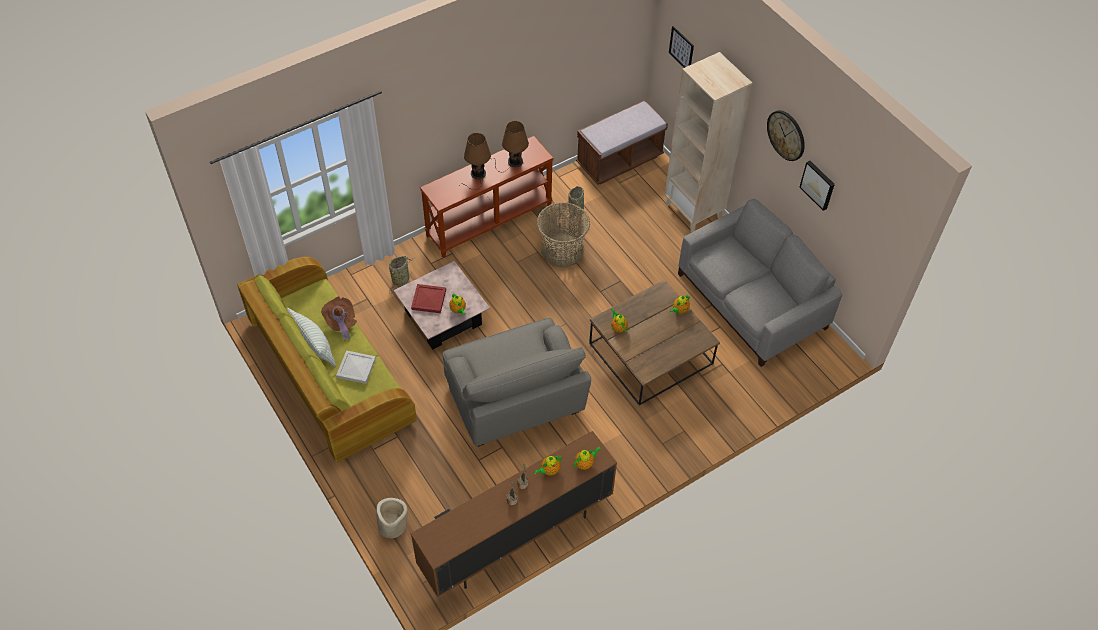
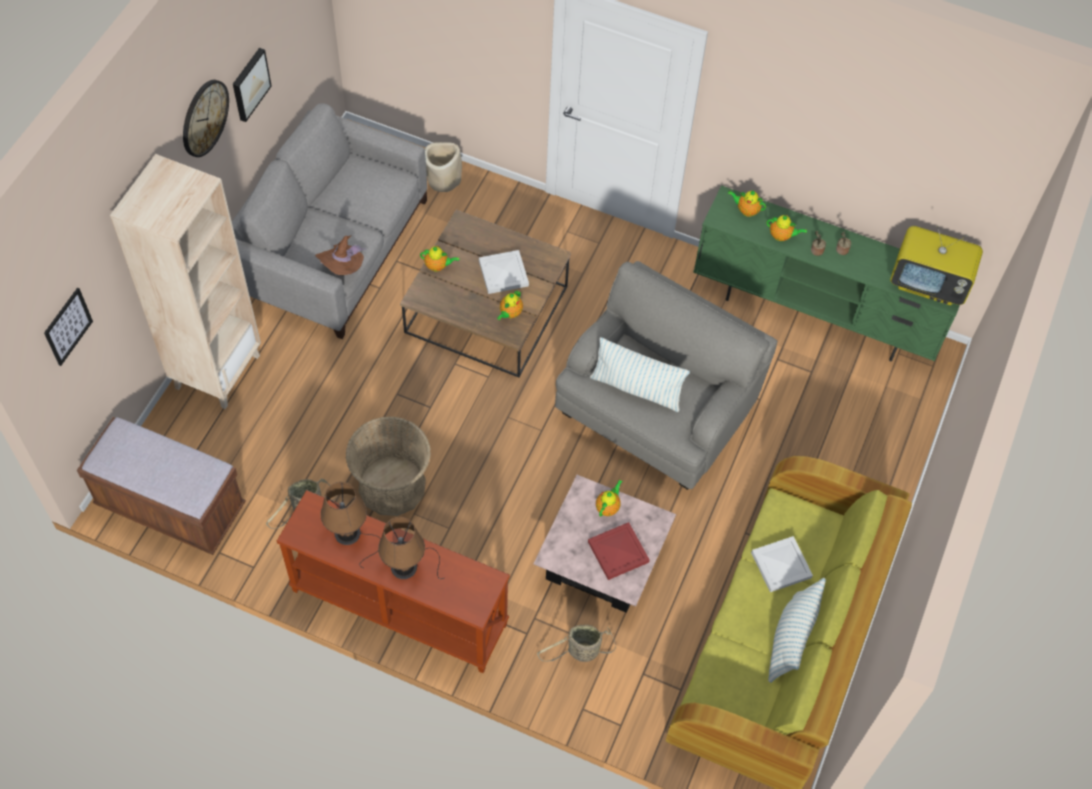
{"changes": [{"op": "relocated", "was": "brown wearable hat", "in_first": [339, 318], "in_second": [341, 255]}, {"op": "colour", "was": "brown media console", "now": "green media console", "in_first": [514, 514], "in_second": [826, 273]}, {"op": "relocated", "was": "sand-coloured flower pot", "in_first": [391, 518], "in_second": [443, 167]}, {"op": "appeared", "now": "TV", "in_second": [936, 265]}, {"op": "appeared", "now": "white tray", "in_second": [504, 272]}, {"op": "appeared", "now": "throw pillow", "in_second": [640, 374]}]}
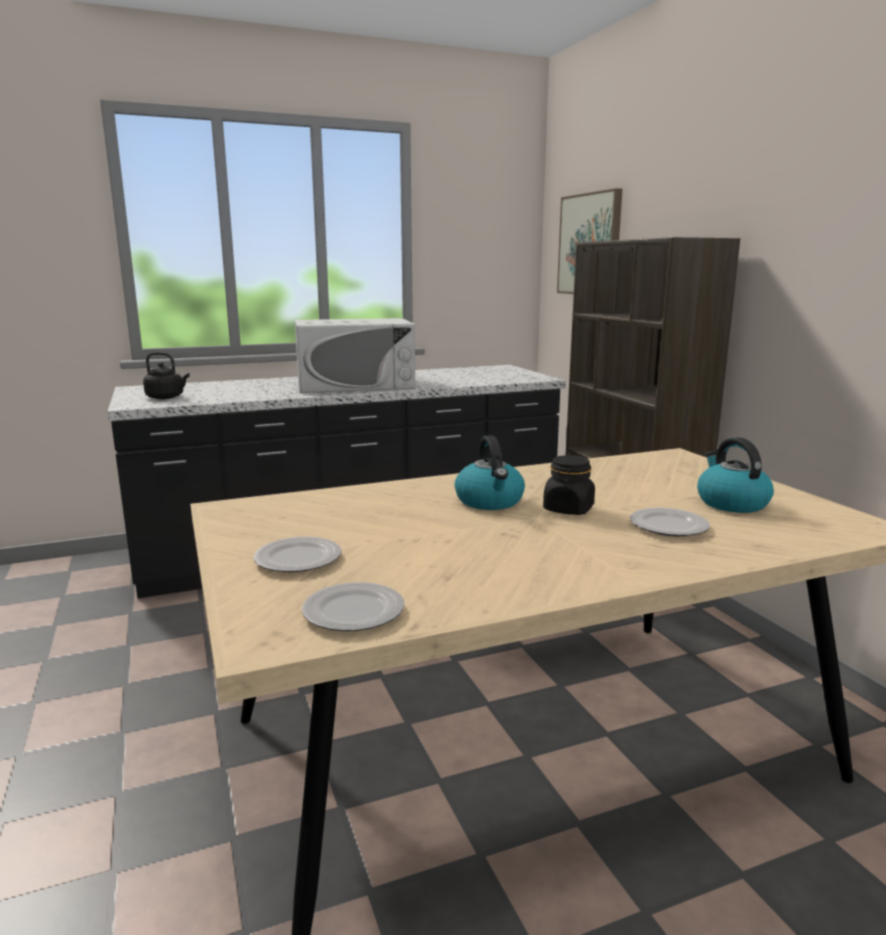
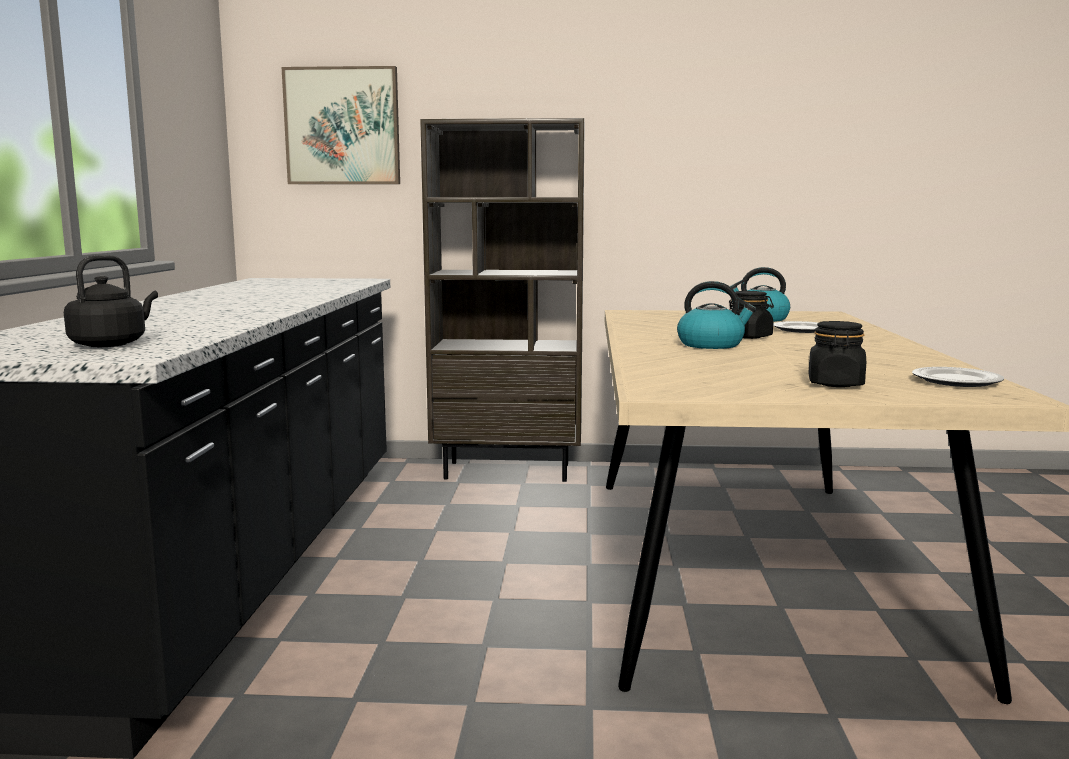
{"changes": [{"op": "missing", "was": "white microwave", "in_first": [355, 355]}, {"op": "exchanged", "was": "dinner plate", "now": "blackish preserve jar", "in_first": [297, 554], "in_second": [837, 354]}]}
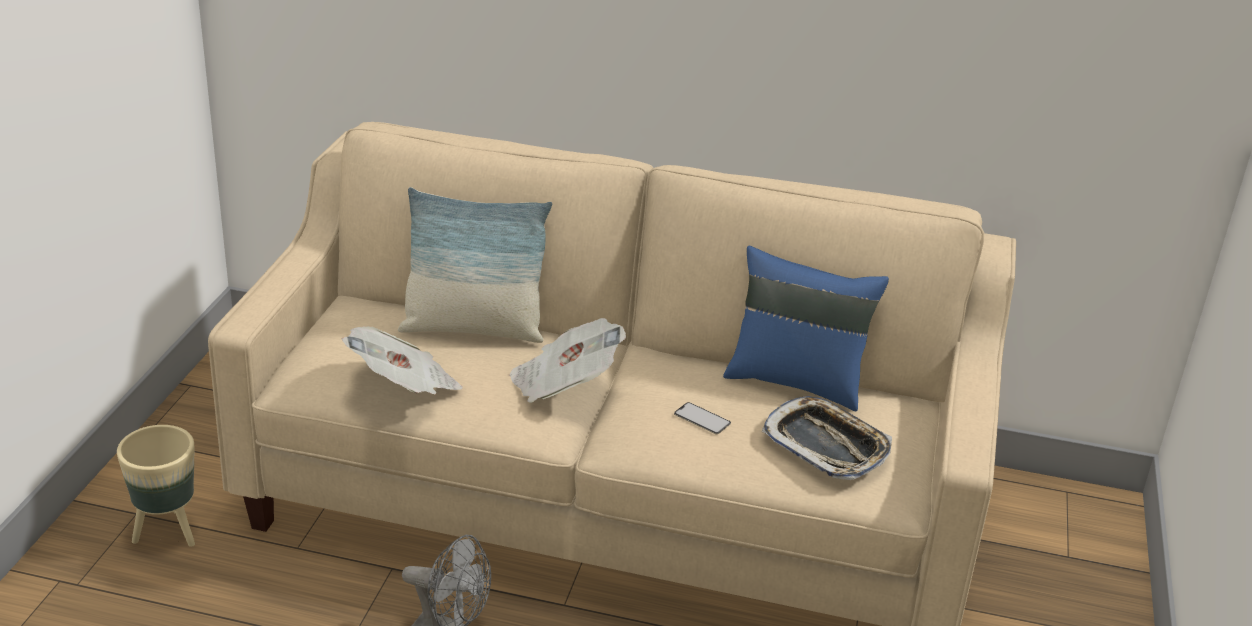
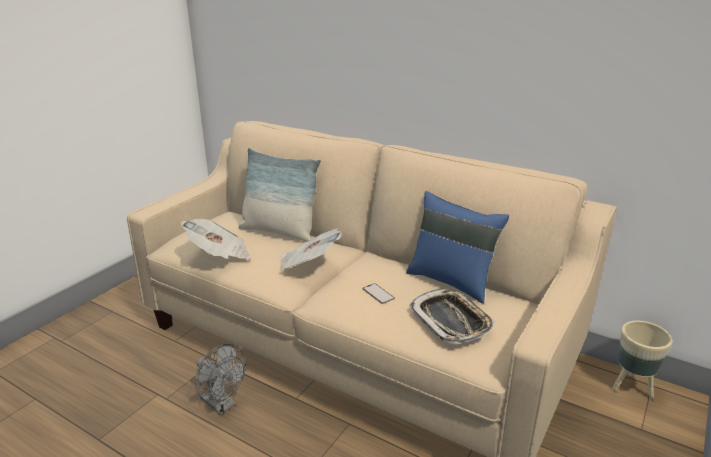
{"changes": [{"op": "relocated", "was": "sand-coloured flower pot", "in_first": [156, 486], "in_second": [642, 360]}]}
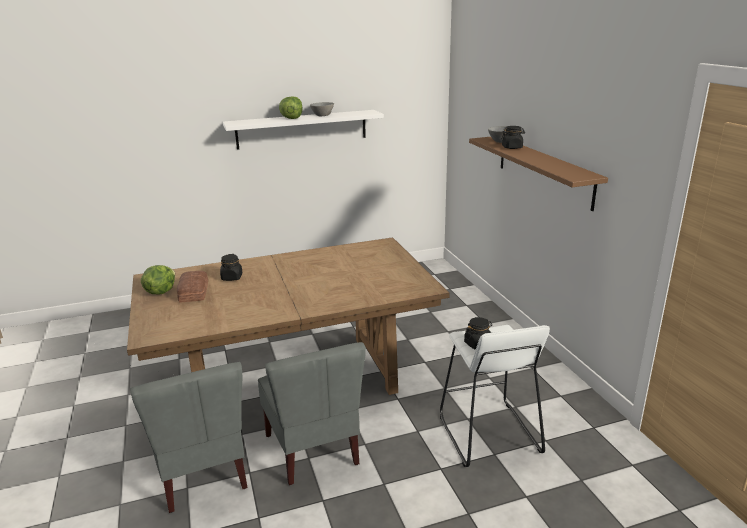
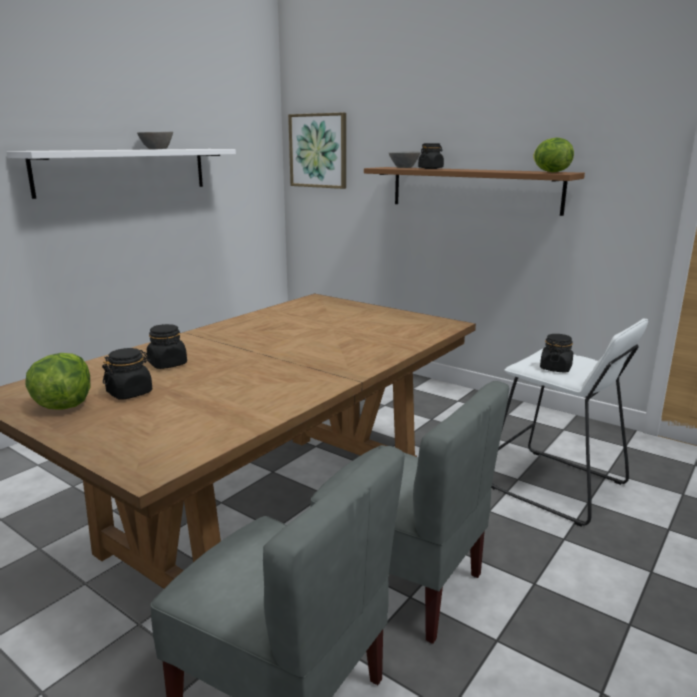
{"changes": [{"op": "relocated", "was": "lettuce head", "in_first": [290, 107], "in_second": [553, 154]}, {"op": "exchanged", "was": "bread", "now": "blackish preserve jar", "in_first": [192, 287], "in_second": [127, 374]}, {"op": "appeared", "now": "picture", "in_second": [317, 150]}]}
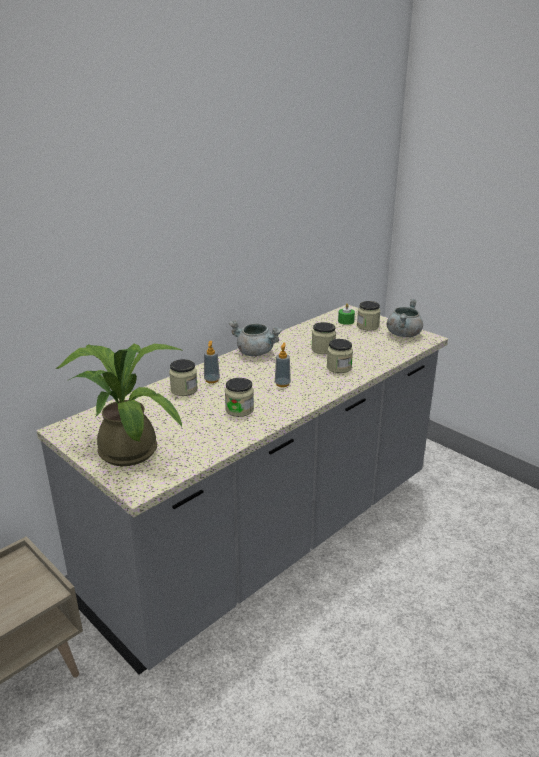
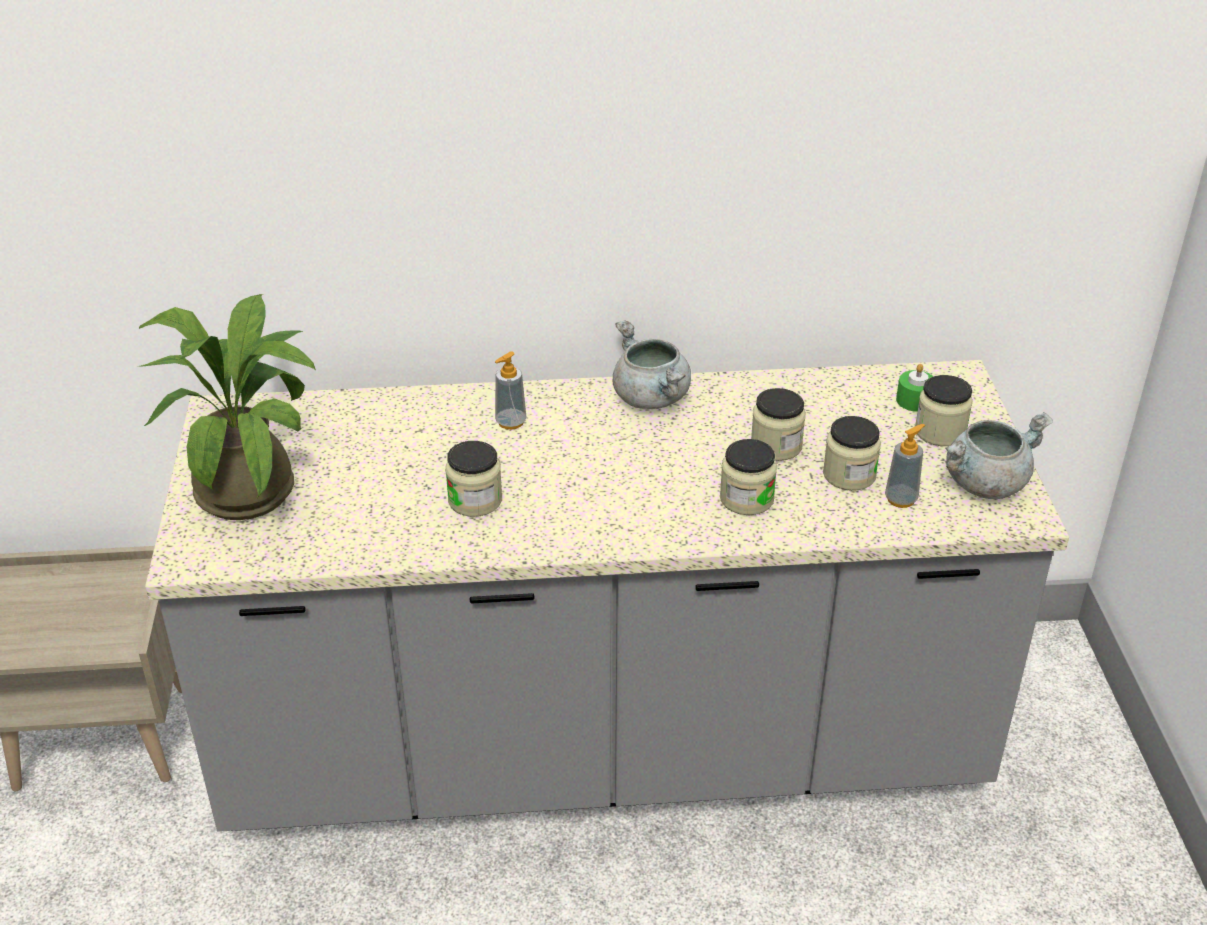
{"changes": [{"op": "relocated", "was": "soap bottle", "in_first": [283, 365], "in_second": [905, 466]}, {"op": "relocated", "was": "preserve jar", "in_first": [183, 377], "in_second": [852, 453]}]}
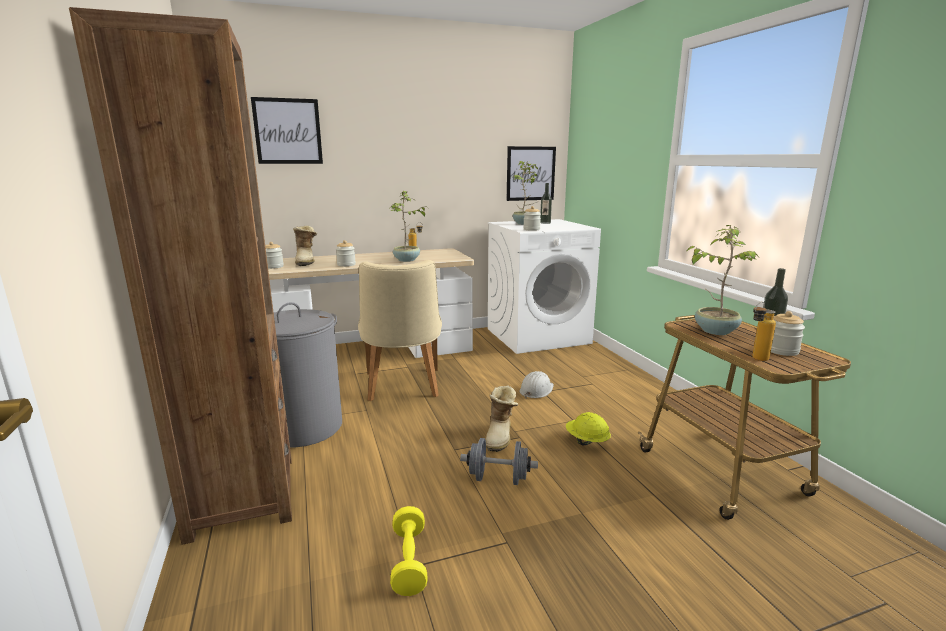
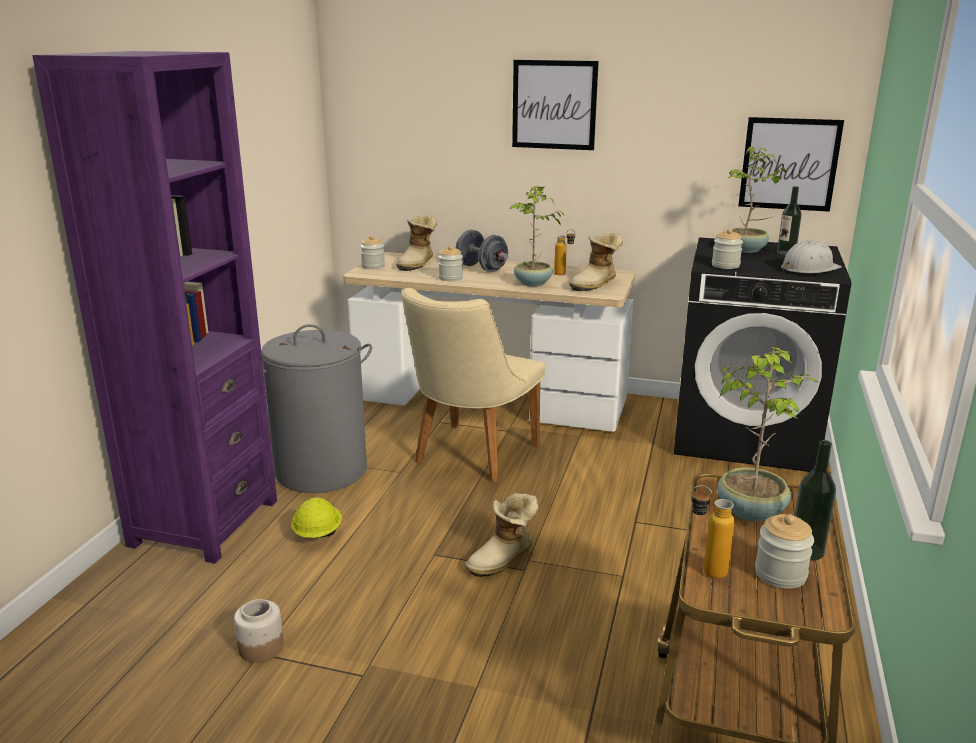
{"changes": [{"op": "colour", "was": "brown bookcase", "now": "purplish bookcase", "in_first": [180, 276], "in_second": [155, 307]}, {"op": "relocated", "was": "picture", "in_first": [287, 130], "in_second": [555, 105]}, {"op": "colour", "was": "white laundry machine", "now": "blackish laundry machine", "in_first": [544, 286], "in_second": [763, 355]}, {"op": "relocated", "was": "white safety helmet", "in_first": [536, 384], "in_second": [811, 256]}, {"op": "relocated", "was": "yellow safety helmet", "in_first": [588, 428], "in_second": [316, 518]}, {"op": "relocated", "was": "greyish dumbbell", "in_first": [499, 461], "in_second": [482, 251]}, {"op": "exchanged", "was": "yellow dumbbell", "now": "preserve jar", "in_first": [409, 551], "in_second": [259, 630]}, {"op": "appeared", "now": "tall boot", "in_second": [596, 262]}]}
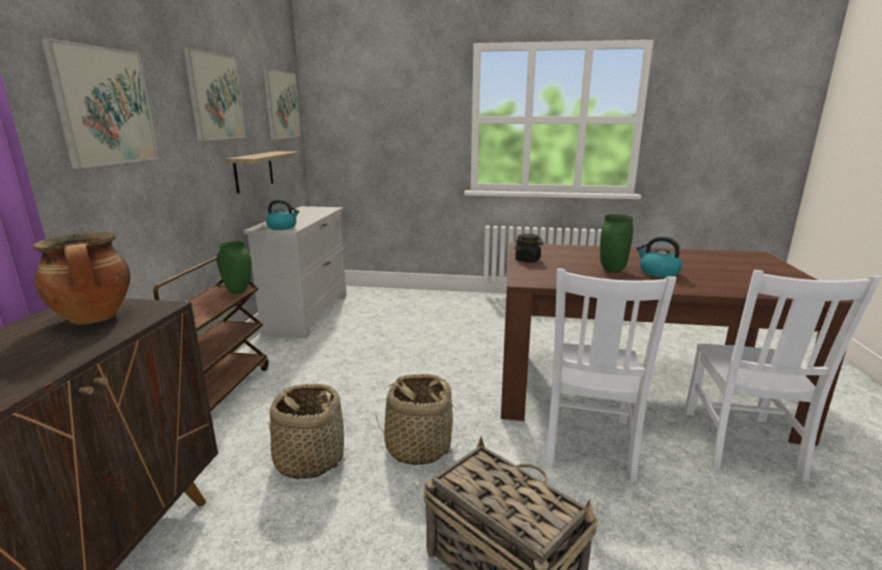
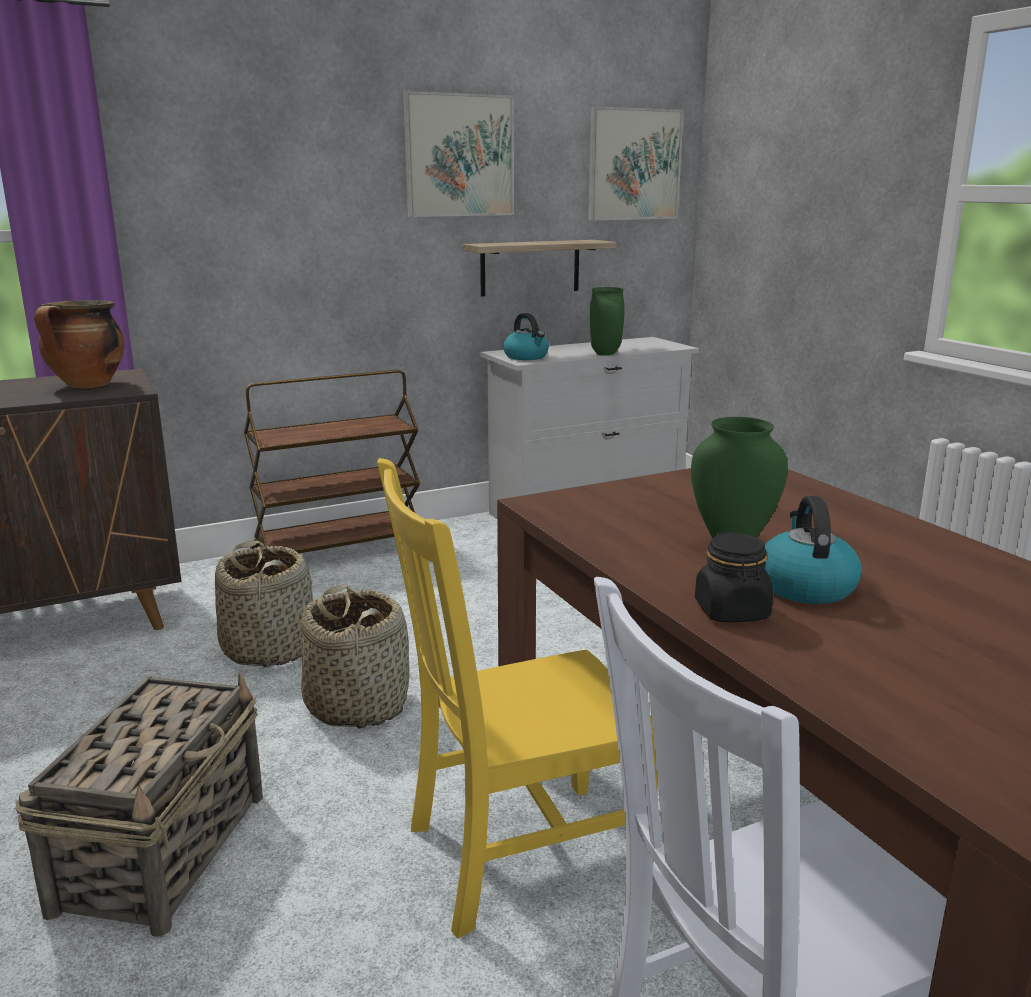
{"changes": [{"op": "missing", "was": "picture", "in_first": [100, 103]}, {"op": "relocated", "was": "blackish preserve jar", "in_first": [529, 248], "in_second": [734, 577]}, {"op": "relocated", "was": "green decorative vase", "in_first": [234, 268], "in_second": [607, 321]}, {"op": "colour", "was": "white upright chair", "now": "yellow upright chair", "in_first": [610, 375], "in_second": [517, 698]}]}
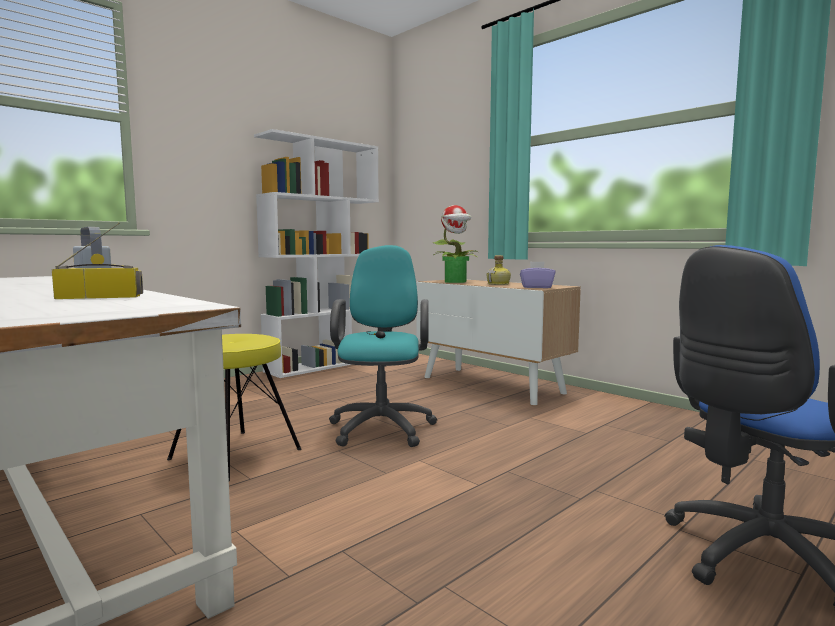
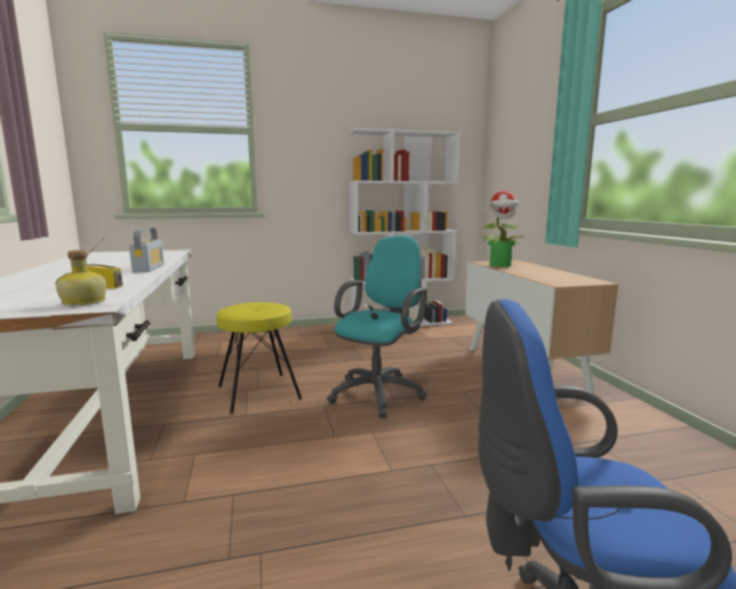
{"changes": [{"op": "relocated", "was": "beverage bottle", "in_first": [499, 270], "in_second": [81, 278]}, {"op": "missing", "was": "purplish box of tissues", "in_first": [537, 274]}]}
